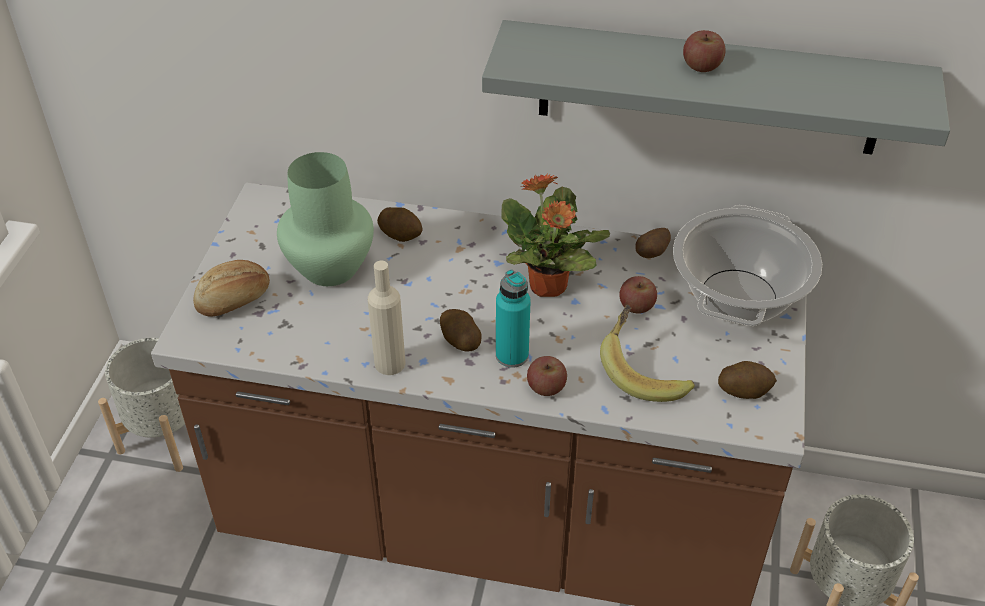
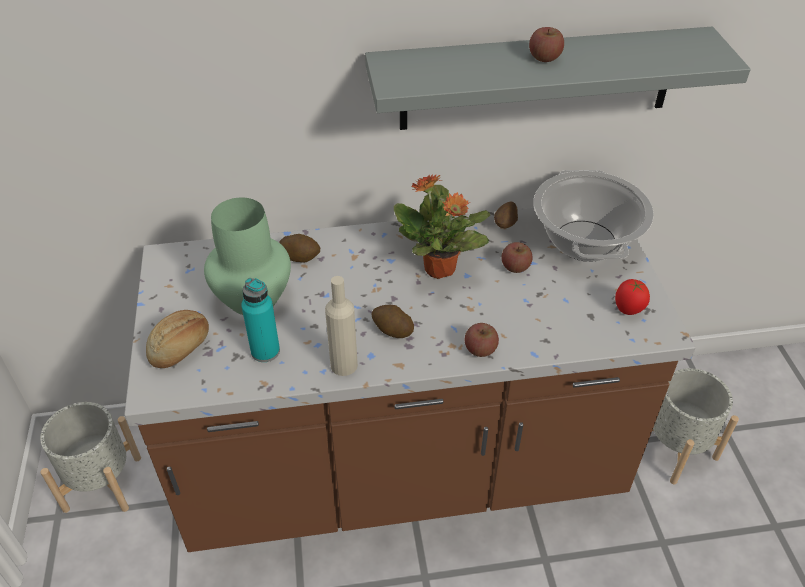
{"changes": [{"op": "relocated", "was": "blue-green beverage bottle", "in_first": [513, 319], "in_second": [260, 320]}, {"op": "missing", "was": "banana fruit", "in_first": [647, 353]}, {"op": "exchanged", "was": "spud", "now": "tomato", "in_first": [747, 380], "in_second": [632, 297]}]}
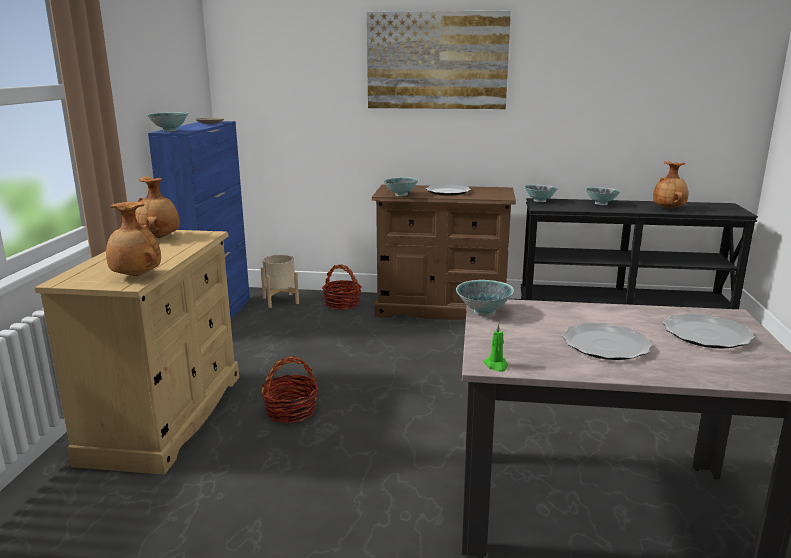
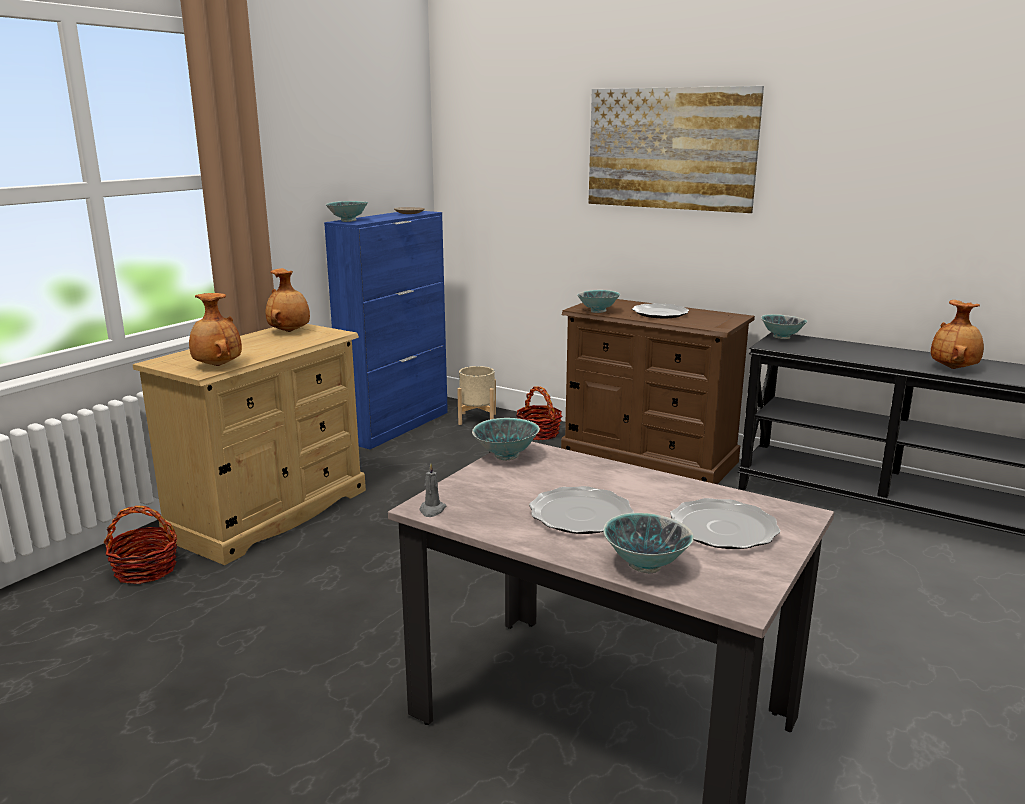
{"changes": [{"op": "relocated", "was": "deep dish", "in_first": [603, 196], "in_second": [648, 543]}, {"op": "colour", "was": "green candle", "now": "greyish candle", "in_first": [495, 347], "in_second": [432, 490]}, {"op": "relocated", "was": "household basket", "in_first": [289, 389], "in_second": [140, 545]}]}
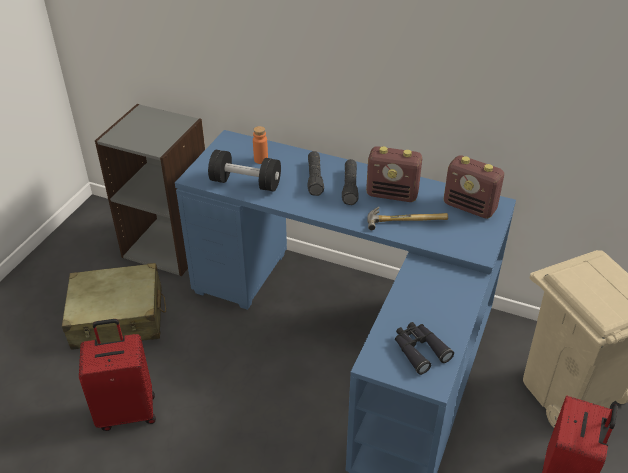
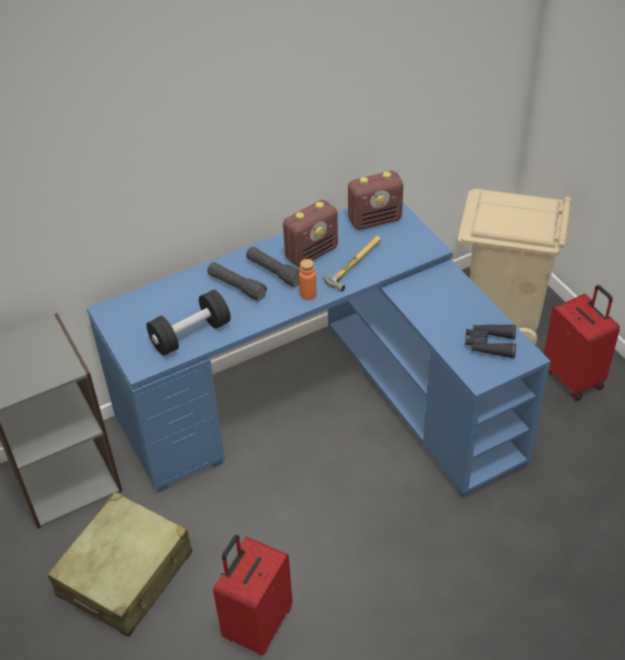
{"changes": [{"op": "relocated", "was": "orange-coloured beverage bottle", "in_first": [260, 145], "in_second": [308, 279]}]}
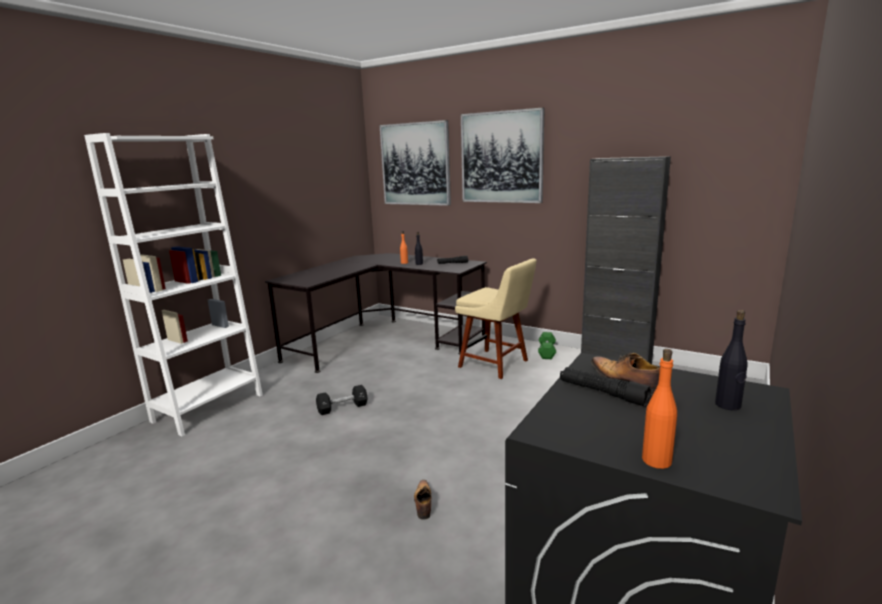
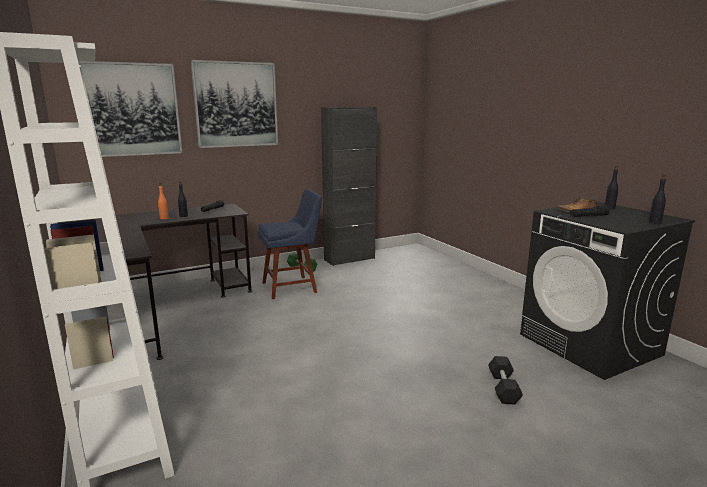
{"changes": [{"op": "colour", "was": "sand-coloured upright chair", "now": "blue-coloured upright chair", "in_first": [496, 318], "in_second": [290, 244]}, {"op": "colour", "was": "orange-coloured beverage bottle", "now": "blackish beverage bottle", "in_first": [659, 409], "in_second": [657, 199]}, {"op": "relocated", "was": "blackish dumbbell", "in_first": [342, 400], "in_second": [505, 380]}, {"op": "missing", "was": "item of footwear", "in_first": [422, 500]}]}
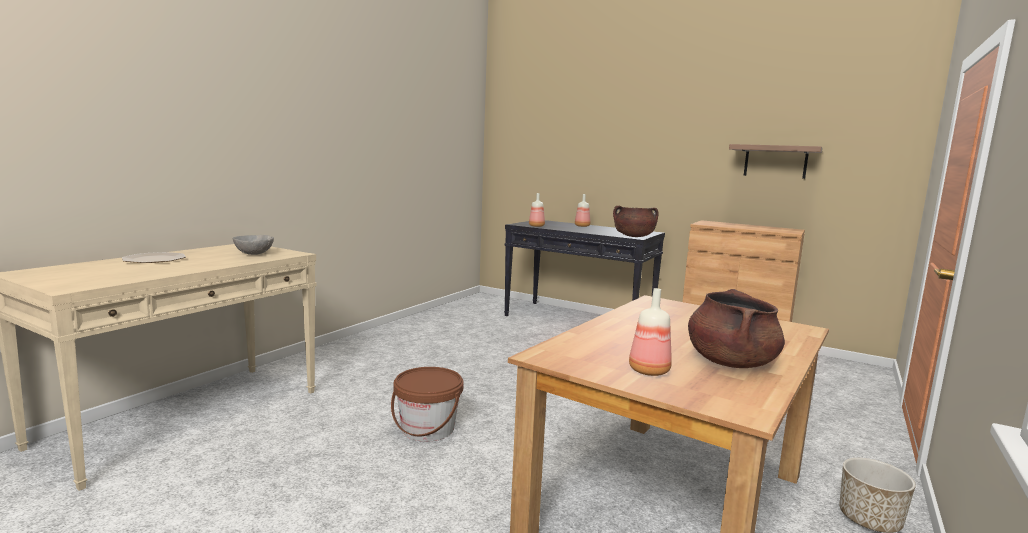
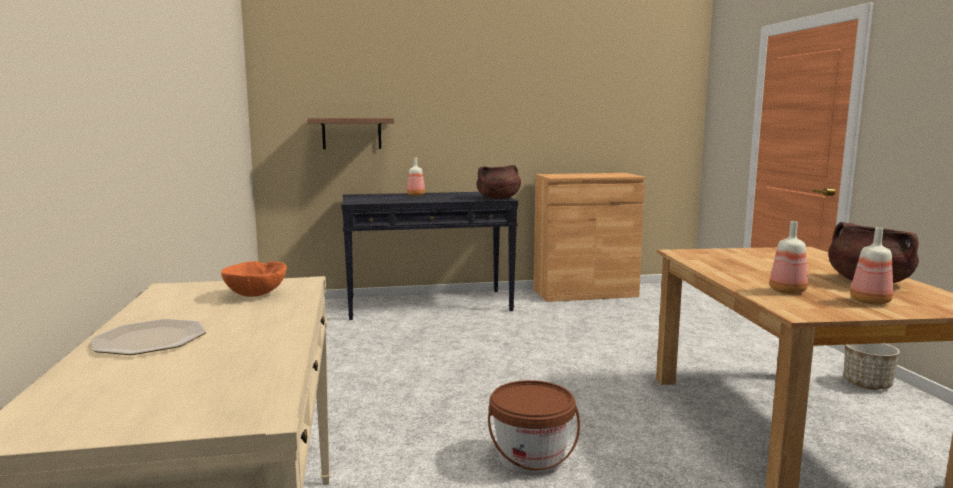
{"changes": [{"op": "relocated", "was": "wall shelf", "in_first": [776, 161], "in_second": [350, 133]}, {"op": "relocated", "was": "beverage bottle", "in_first": [537, 210], "in_second": [788, 257]}, {"op": "colour", "was": "greyish deep dish", "now": "orange-coloured deep dish", "in_first": [253, 245], "in_second": [254, 279]}]}
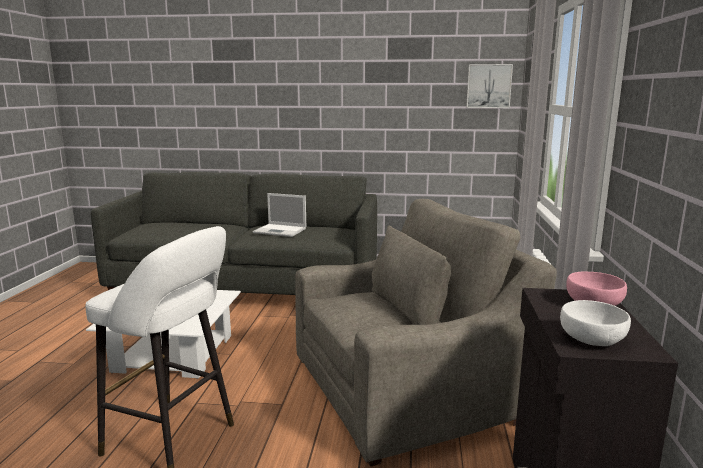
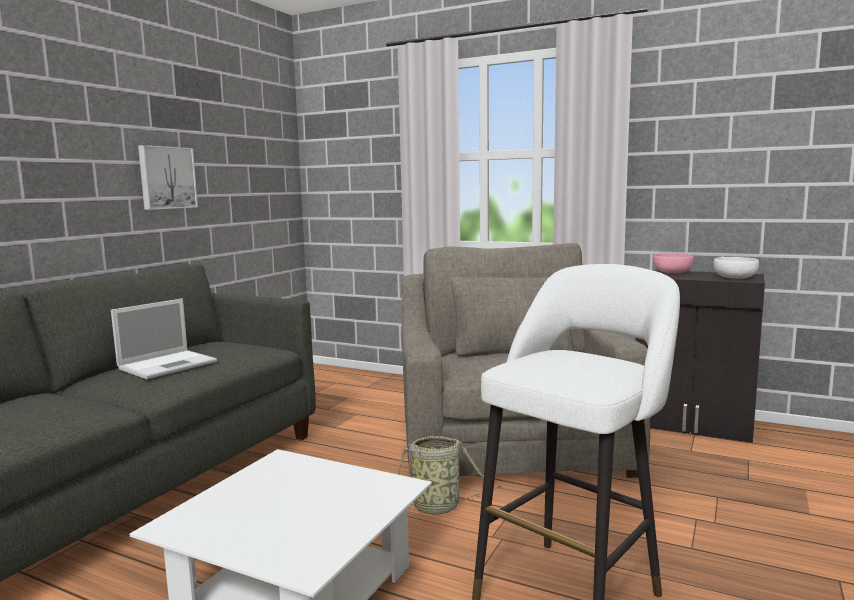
{"changes": [{"op": "relocated", "was": "picture", "in_first": [489, 86], "in_second": [168, 177]}, {"op": "appeared", "now": "household basket", "in_second": [450, 475]}]}
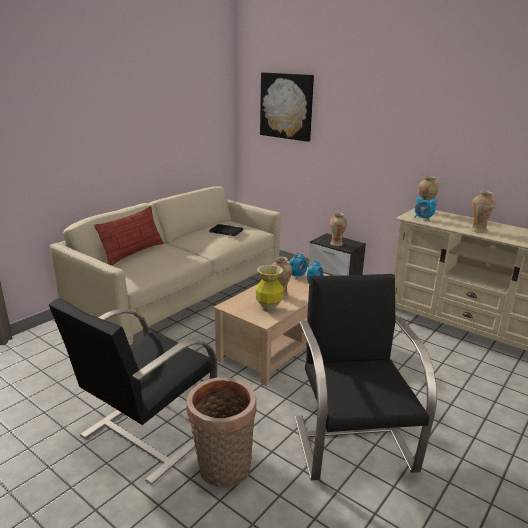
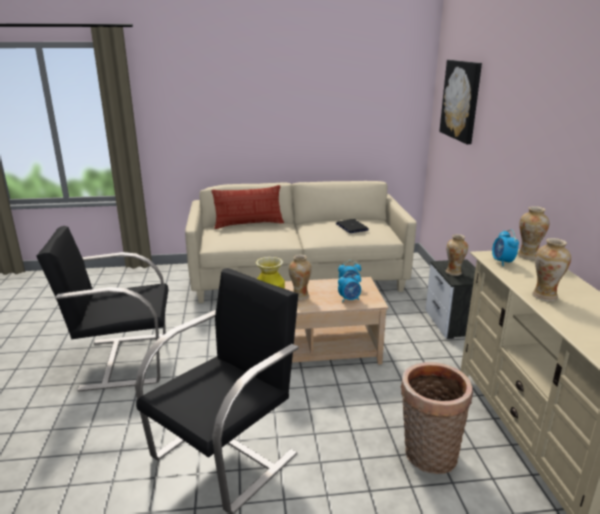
{"changes": [{"op": "relocated", "was": "household basket", "in_first": [221, 432], "in_second": [436, 418]}]}
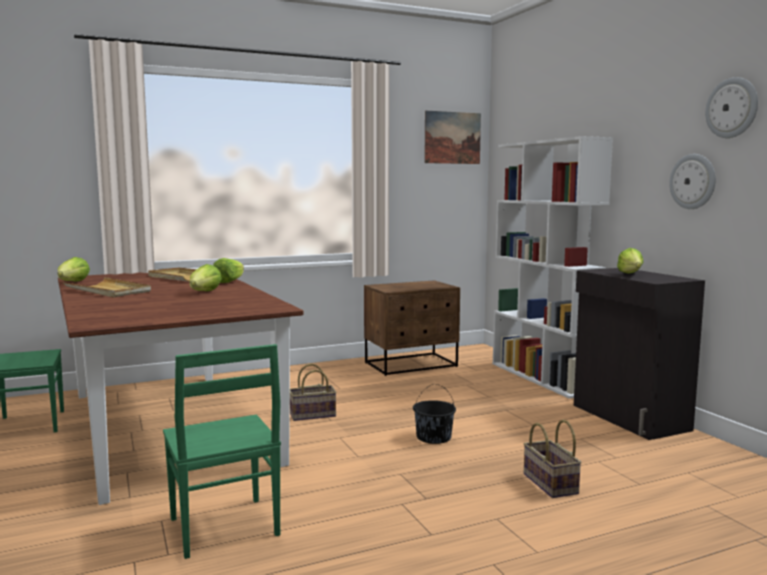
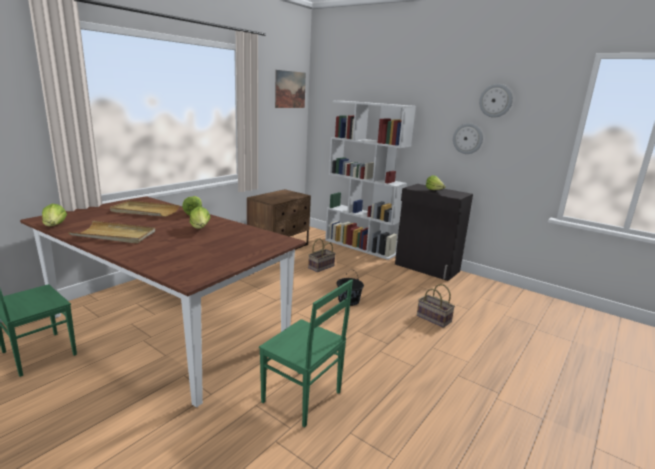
{"changes": [{"op": "relocated", "was": "household basket", "in_first": [313, 392], "in_second": [322, 255]}]}
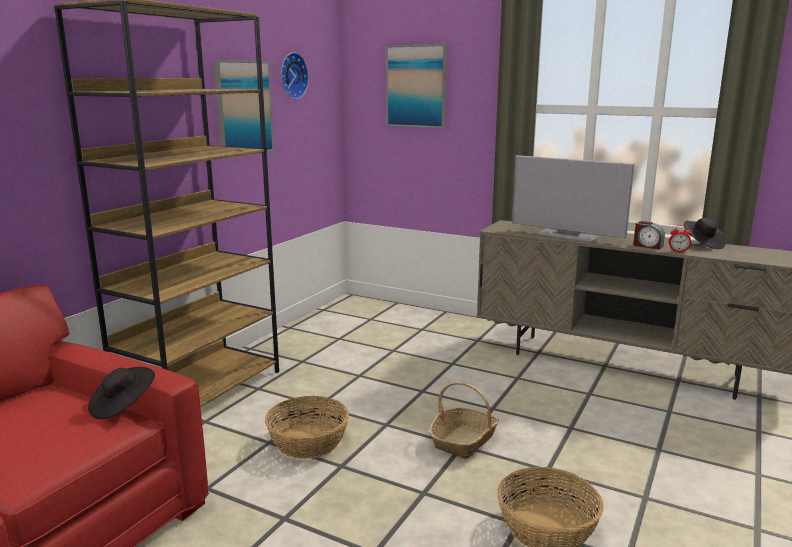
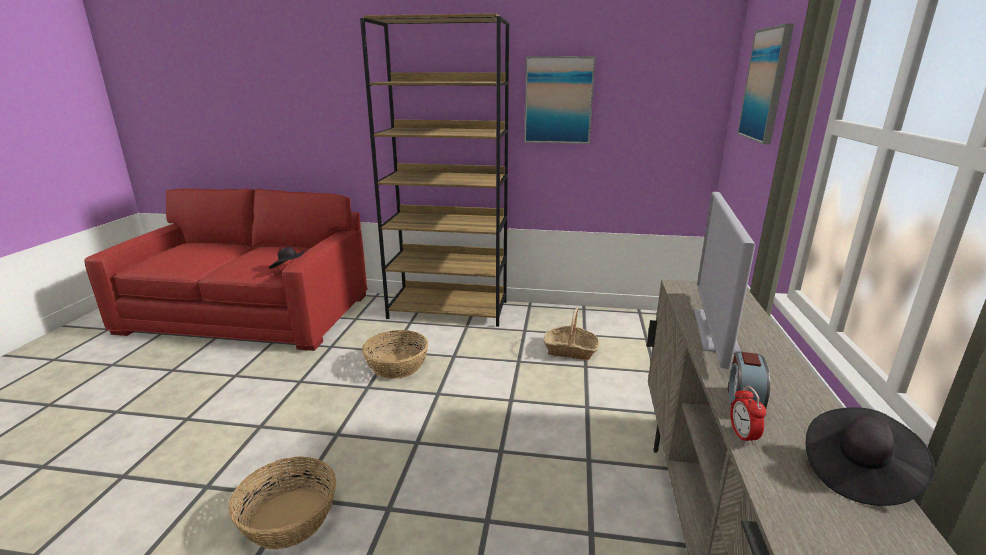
{"changes": [{"op": "missing", "was": "clock on the wall", "in_first": [295, 75]}, {"op": "relocated", "was": "household basket", "in_first": [464, 420], "in_second": [571, 333]}]}
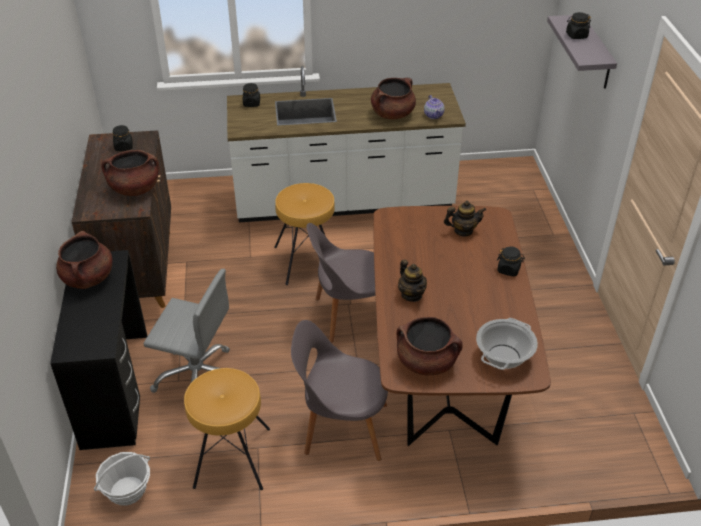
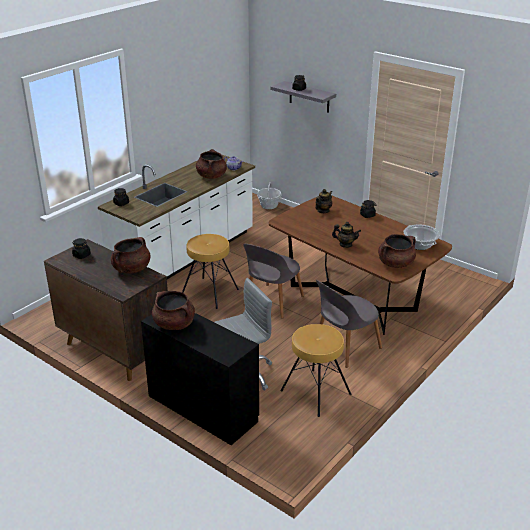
{"changes": [{"op": "relocated", "was": "household basket", "in_first": [122, 478], "in_second": [269, 196]}]}
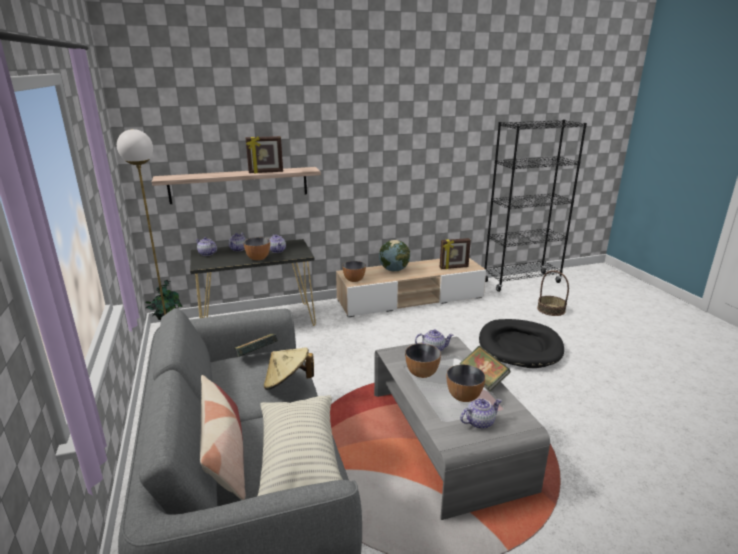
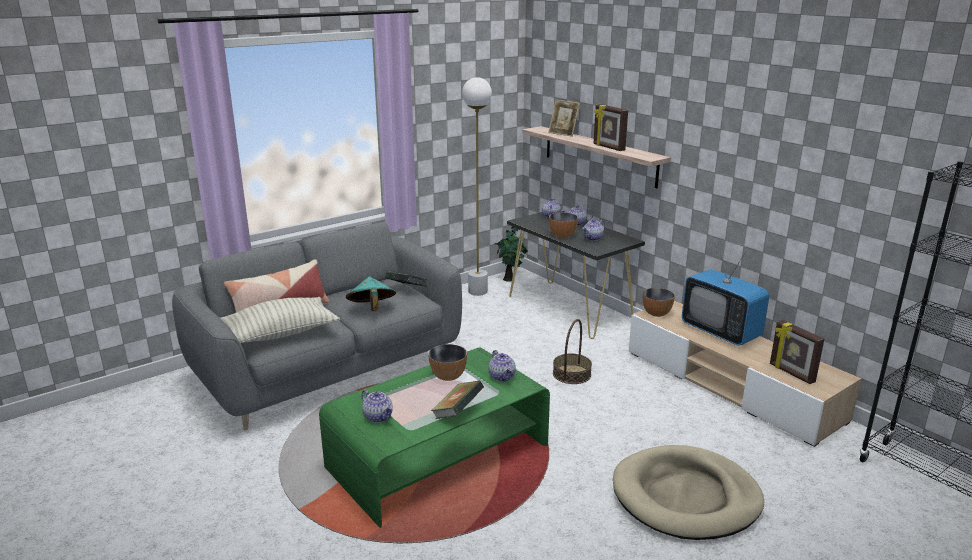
{"changes": [{"op": "exchanged", "was": "world globe", "now": "TV", "in_first": [394, 256], "in_second": [725, 294]}, {"op": "relocated", "was": "household basket", "in_first": [553, 293], "in_second": [572, 351]}, {"op": "colour", "was": "blackish dog bed", "now": "sand-coloured dog bed", "in_first": [521, 343], "in_second": [688, 492]}, {"op": "colour", "was": "greyish low table", "now": "green low table", "in_first": [462, 428], "in_second": [434, 438]}, {"op": "colour", "was": "sand-coloured wearable hat", "now": "blue-green wearable hat", "in_first": [289, 368], "in_second": [371, 293]}, {"op": "missing", "was": "deep dish", "in_first": [466, 383]}, {"op": "appeared", "now": "picture frame", "in_second": [564, 118]}]}
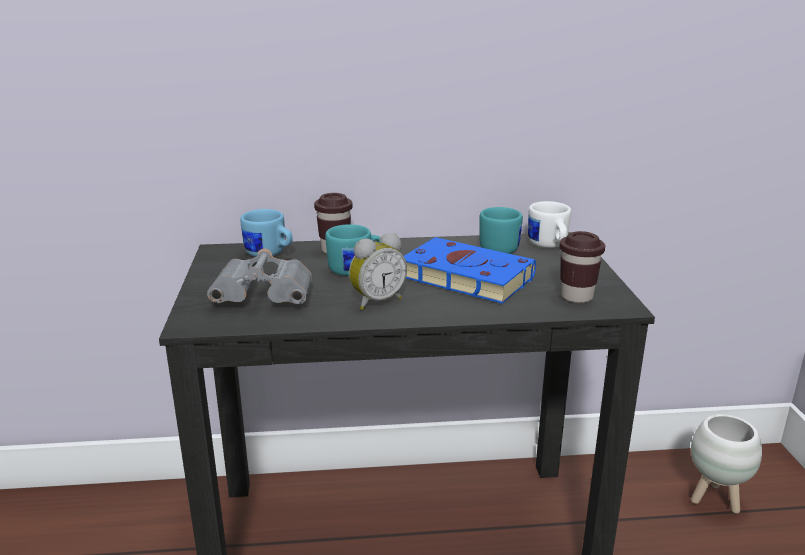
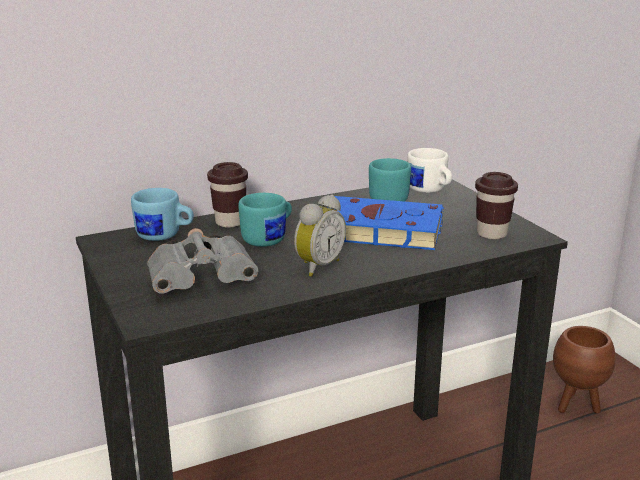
{"changes": [{"op": "colour", "was": "white flower pot", "now": "brown flower pot", "in_first": [726, 464], "in_second": [584, 369]}]}
